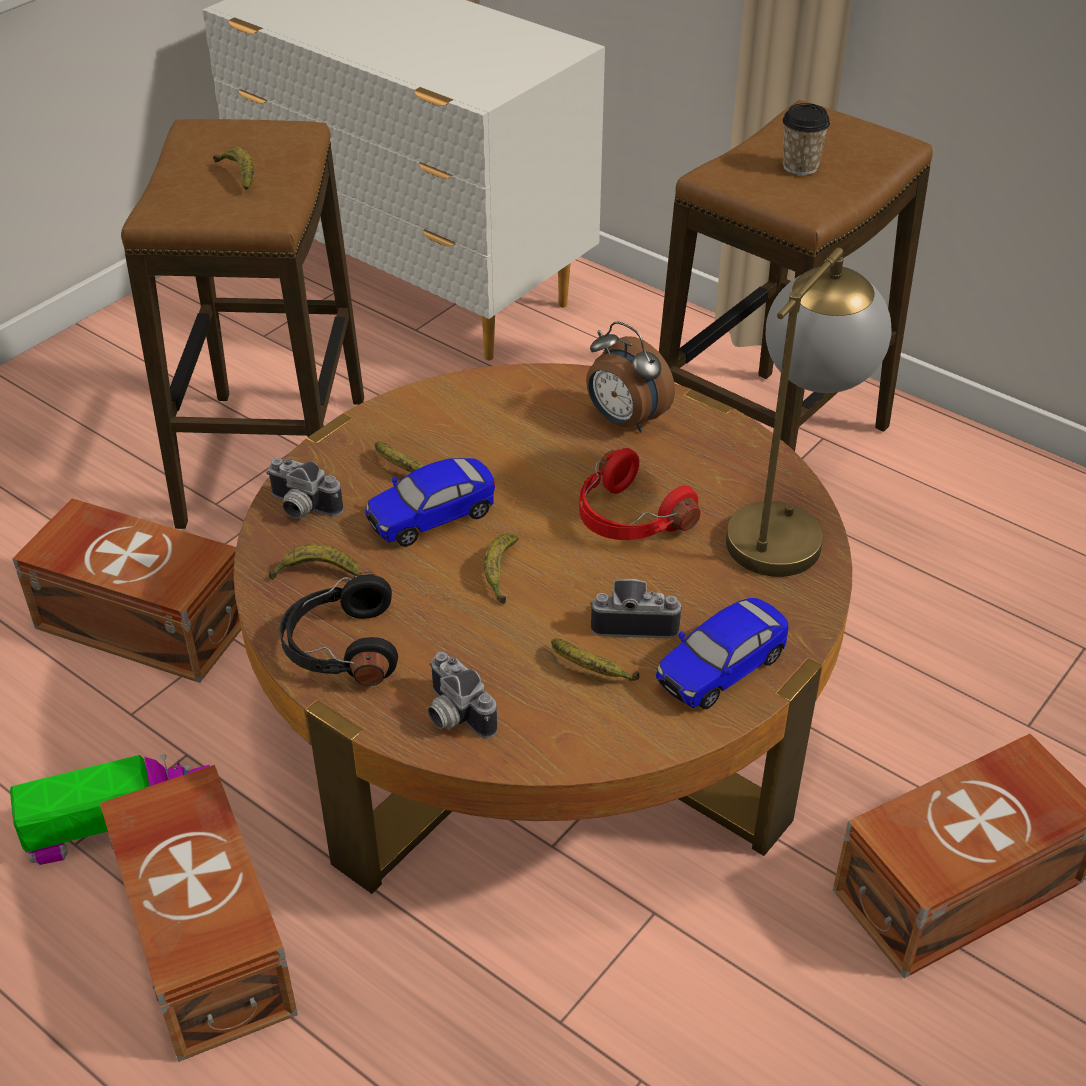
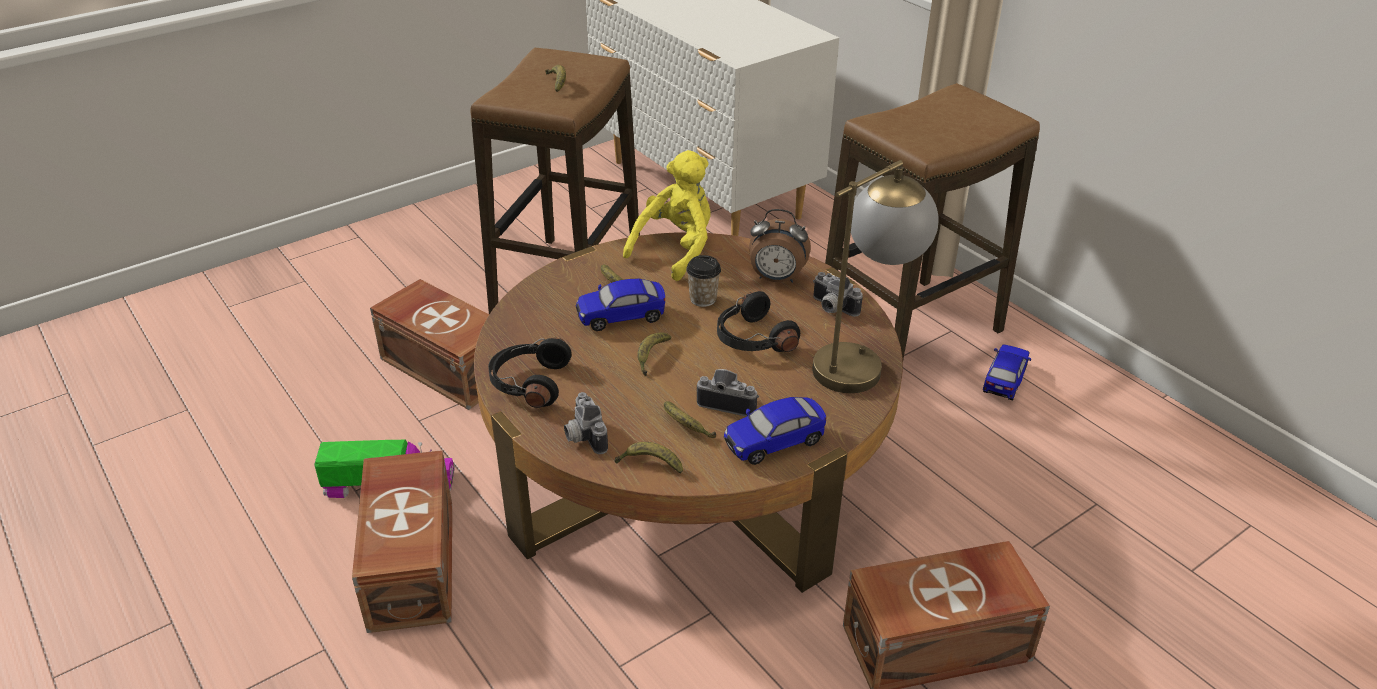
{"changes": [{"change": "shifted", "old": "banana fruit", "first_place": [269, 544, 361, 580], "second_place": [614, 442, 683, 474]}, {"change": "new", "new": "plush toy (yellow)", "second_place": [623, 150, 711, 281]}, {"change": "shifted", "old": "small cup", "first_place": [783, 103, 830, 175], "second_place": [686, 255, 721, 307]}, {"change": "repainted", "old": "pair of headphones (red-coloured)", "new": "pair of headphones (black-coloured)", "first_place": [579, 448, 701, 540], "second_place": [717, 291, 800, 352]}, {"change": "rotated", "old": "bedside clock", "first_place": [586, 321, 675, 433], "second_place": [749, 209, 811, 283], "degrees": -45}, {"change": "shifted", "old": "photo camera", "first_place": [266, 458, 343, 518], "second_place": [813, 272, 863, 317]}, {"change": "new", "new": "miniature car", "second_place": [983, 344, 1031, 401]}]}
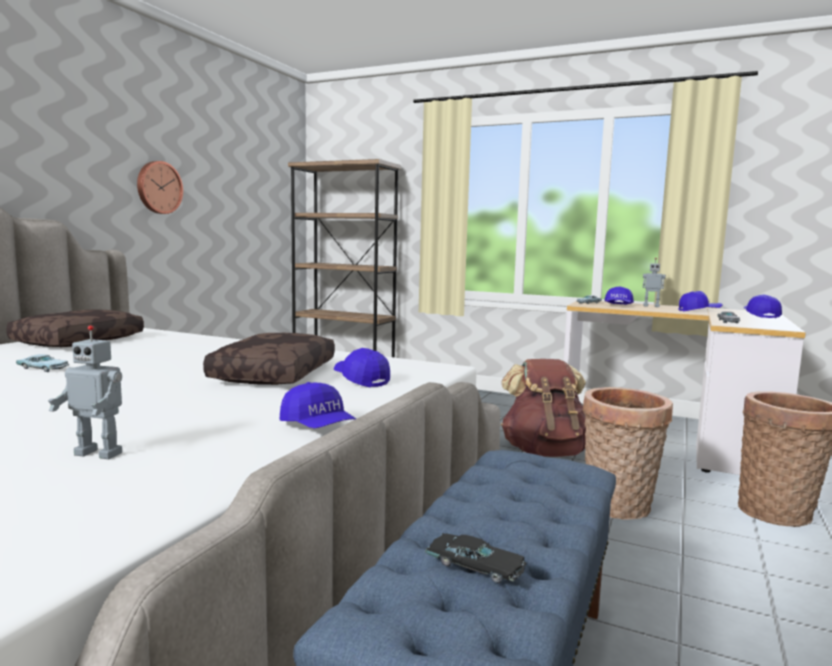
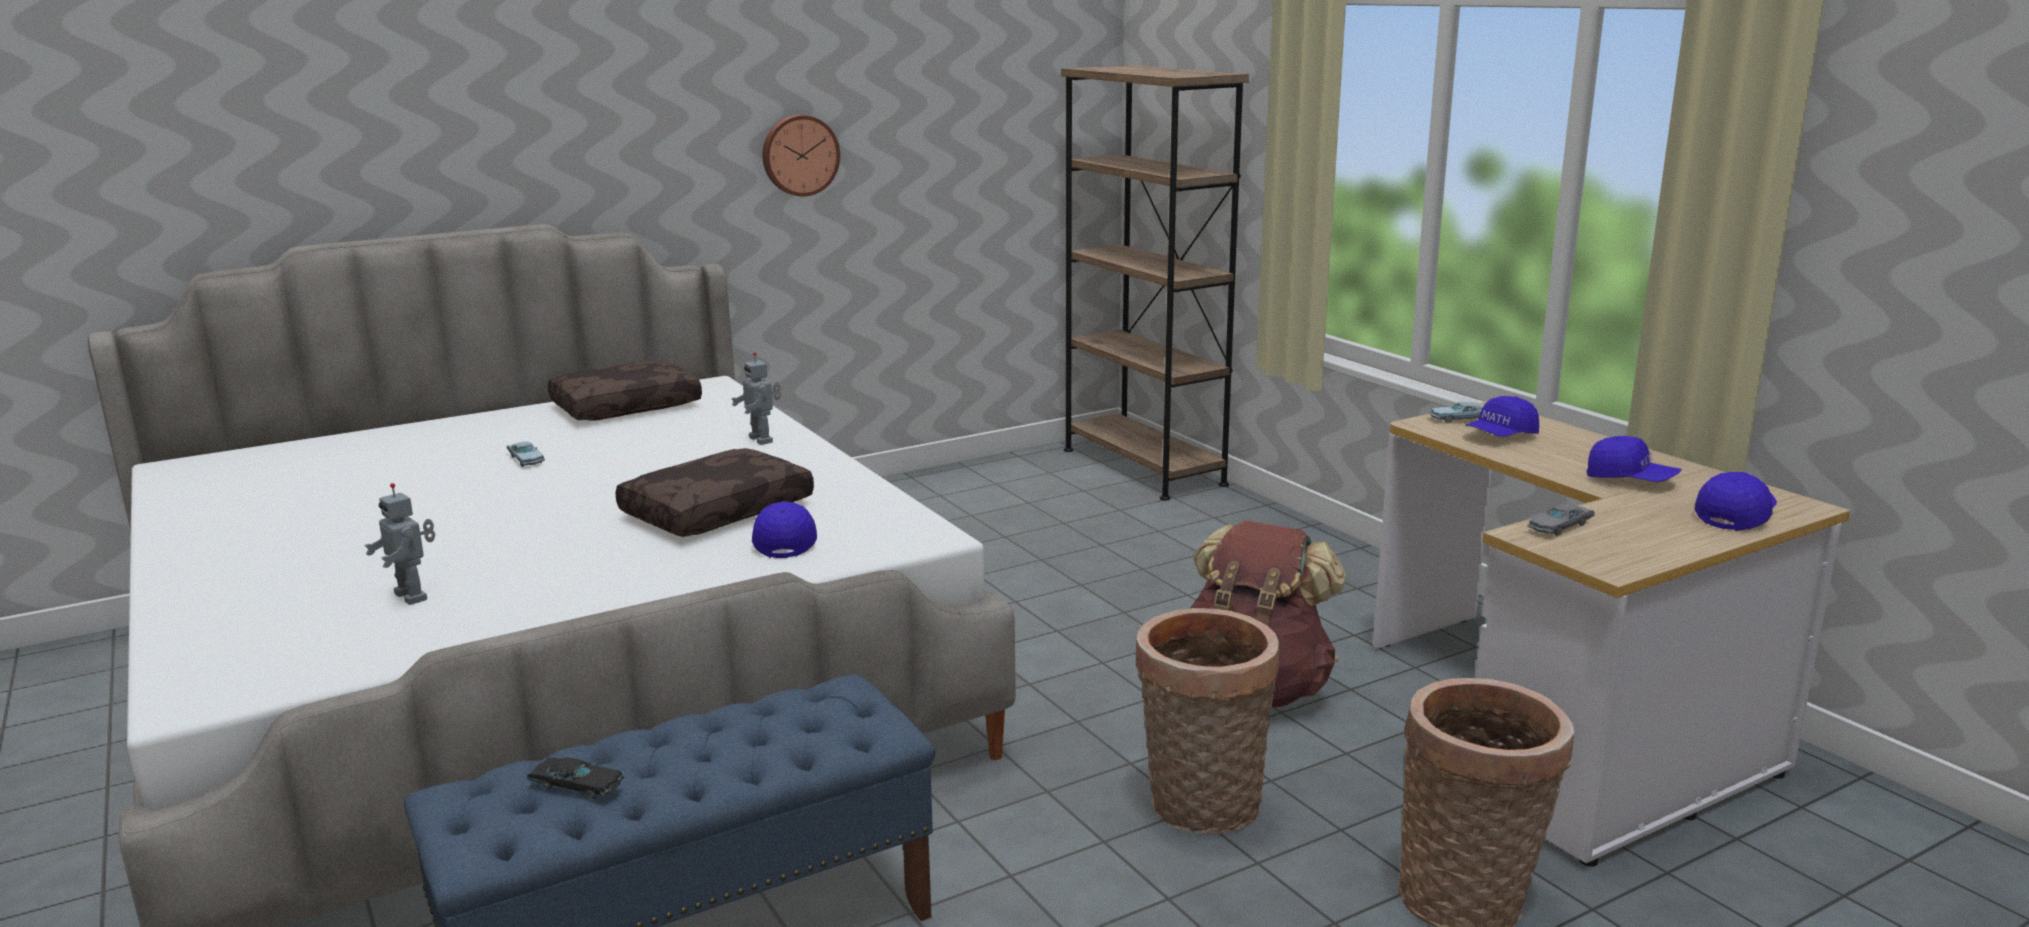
{"changes": [{"change": "rotated", "old": "miniature car (black-coloured)", "first_place": [425, 533, 526, 583], "second_place": [527, 757, 624, 799], "degrees": -45}, {"change": "shifted", "old": "robot figure", "first_place": [643, 258, 666, 307], "second_place": [731, 352, 781, 445]}, {"change": "gone", "old": "cap (blue-coloured)", "first_place": [279, 382, 356, 428]}]}
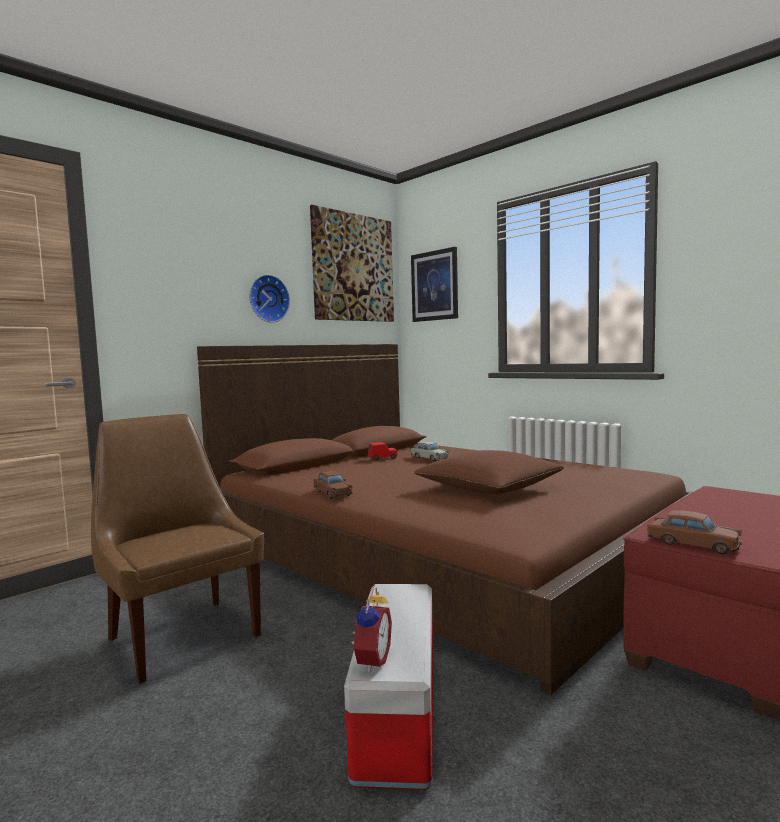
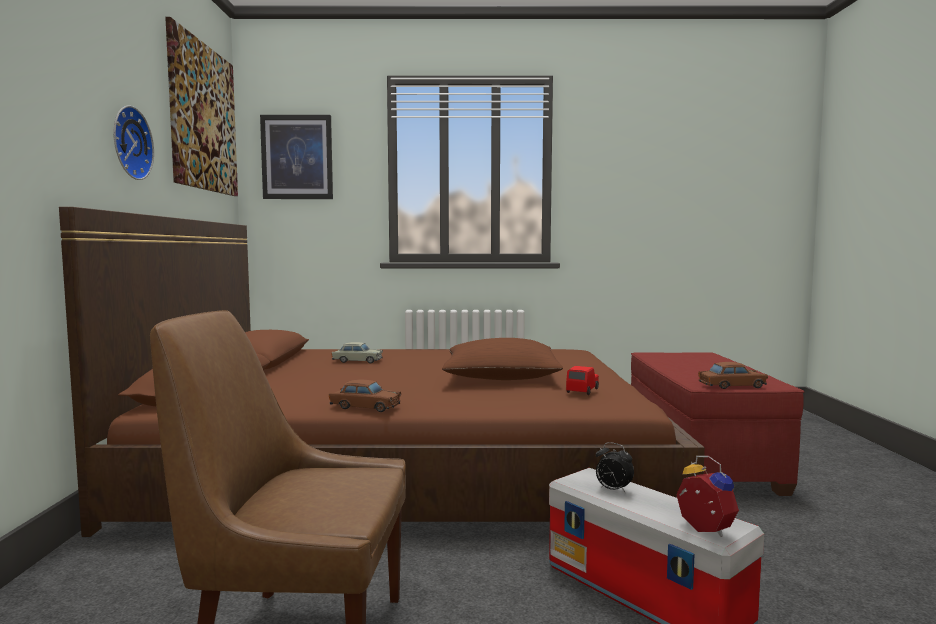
{"changes": [{"change": "shifted", "old": "miniature car (red-coloured)", "first_place": [368, 442, 398, 461], "second_place": [566, 366, 599, 395]}, {"change": "new", "new": "bedside clock", "second_place": [596, 442, 634, 492]}]}
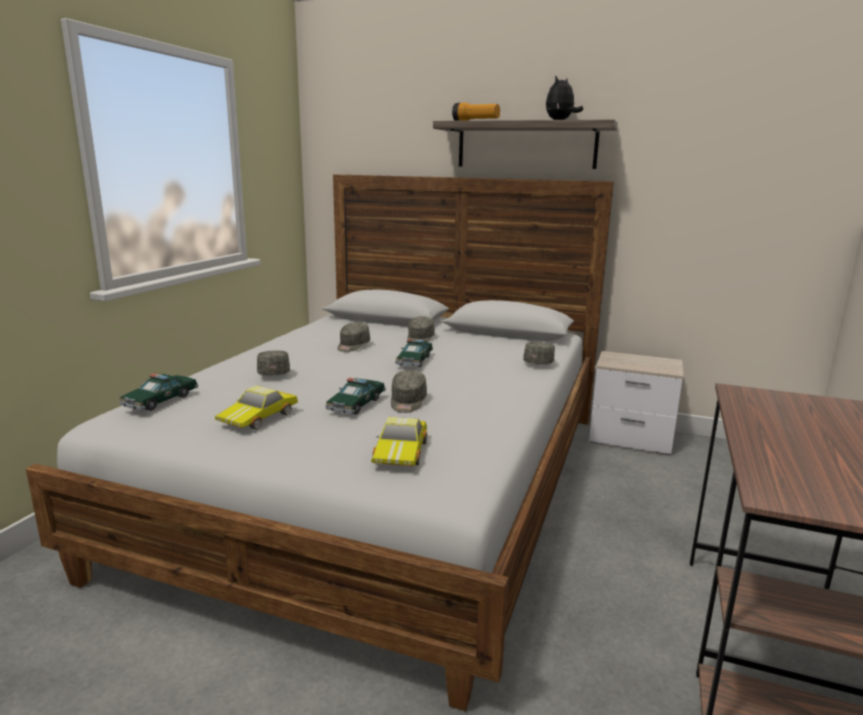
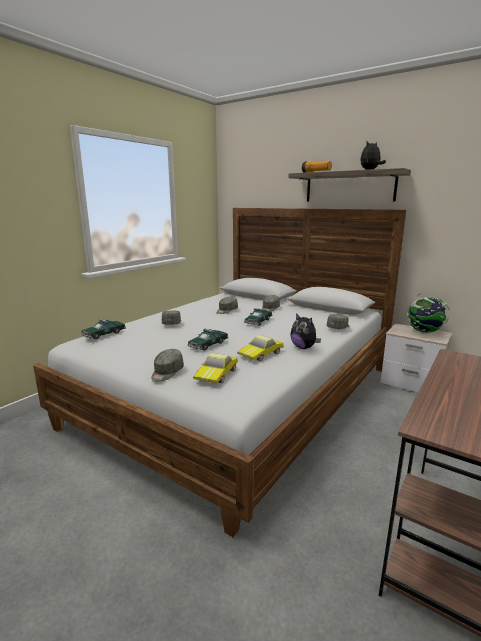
{"changes": [{"change": "shifted", "old": "cap (gray)", "first_place": [391, 370, 427, 413], "second_place": [151, 349, 184, 382]}, {"change": "shifted", "old": "miniature car", "first_place": [215, 385, 298, 430], "second_place": [237, 335, 284, 361]}, {"change": "new", "new": "plush toy", "second_place": [290, 313, 321, 349]}, {"change": "new", "new": "world globe", "second_place": [407, 293, 449, 333]}]}
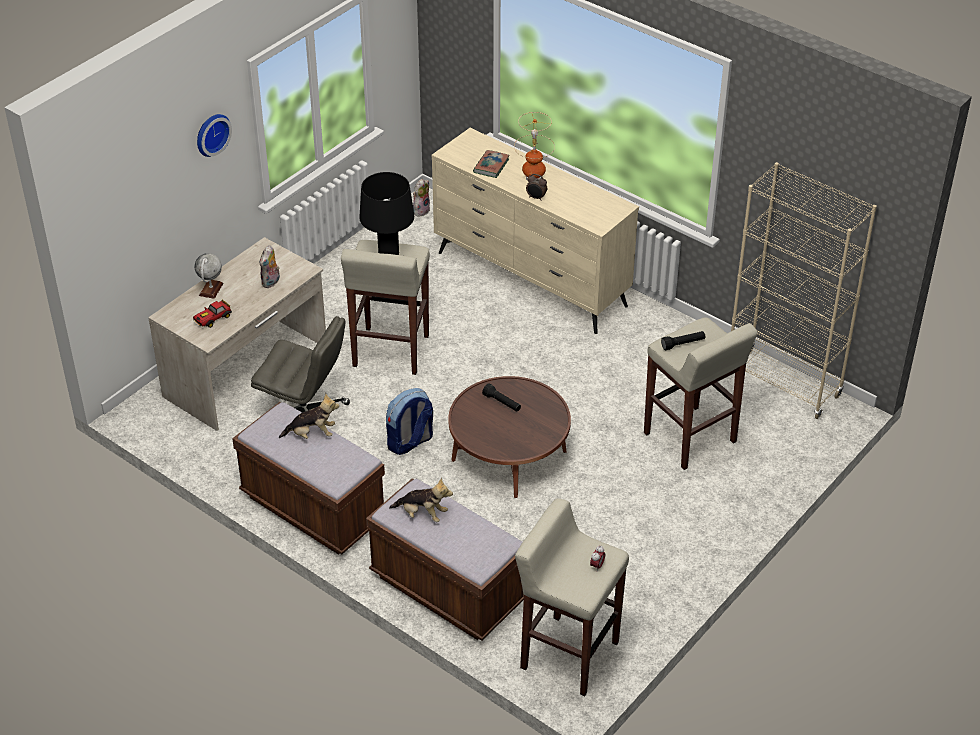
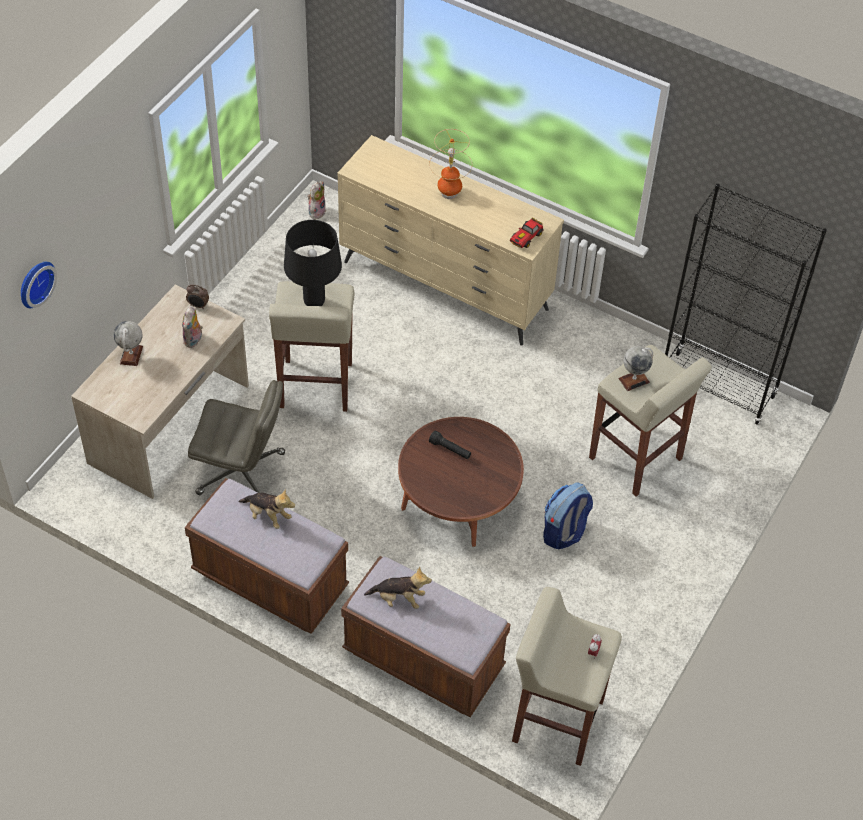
{"changes": [{"change": "shifted", "old": "hanging clock", "first_place": [197, 114, 232, 157], "second_place": [21, 262, 57, 308]}, {"change": "shifted", "old": "bedside clock", "first_place": [526, 174, 547, 200], "second_place": [186, 284, 209, 309]}, {"change": "rotated", "old": "plush toy", "first_place": [279, 393, 339, 439], "second_place": [238, 489, 295, 529], "degrees": 45}, {"change": "shifted", "old": "miniature car", "first_place": [193, 299, 232, 328], "second_place": [510, 217, 544, 248]}, {"change": "shifted", "old": "knapsack", "first_place": [386, 388, 433, 455], "second_place": [543, 482, 593, 550]}, {"change": "swapped", "old": "flashlight (black-coloured)", "new": "world globe", "first_place": [661, 331, 705, 351], "second_place": [618, 346, 653, 391]}, {"change": "repainted", "old": "shelving unit (sand-coloured)", "new": "shelving unit (black-coloured)", "first_place": [731, 162, 877, 419], "second_place": [665, 184, 827, 425]}, {"change": "gone", "old": "volume", "first_place": [473, 150, 510, 178]}]}
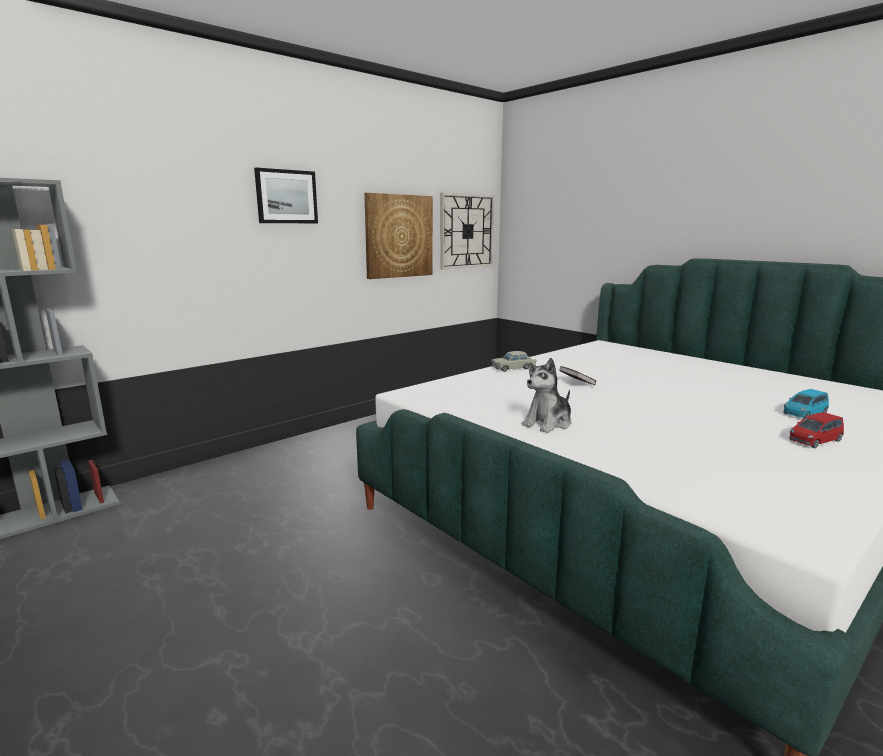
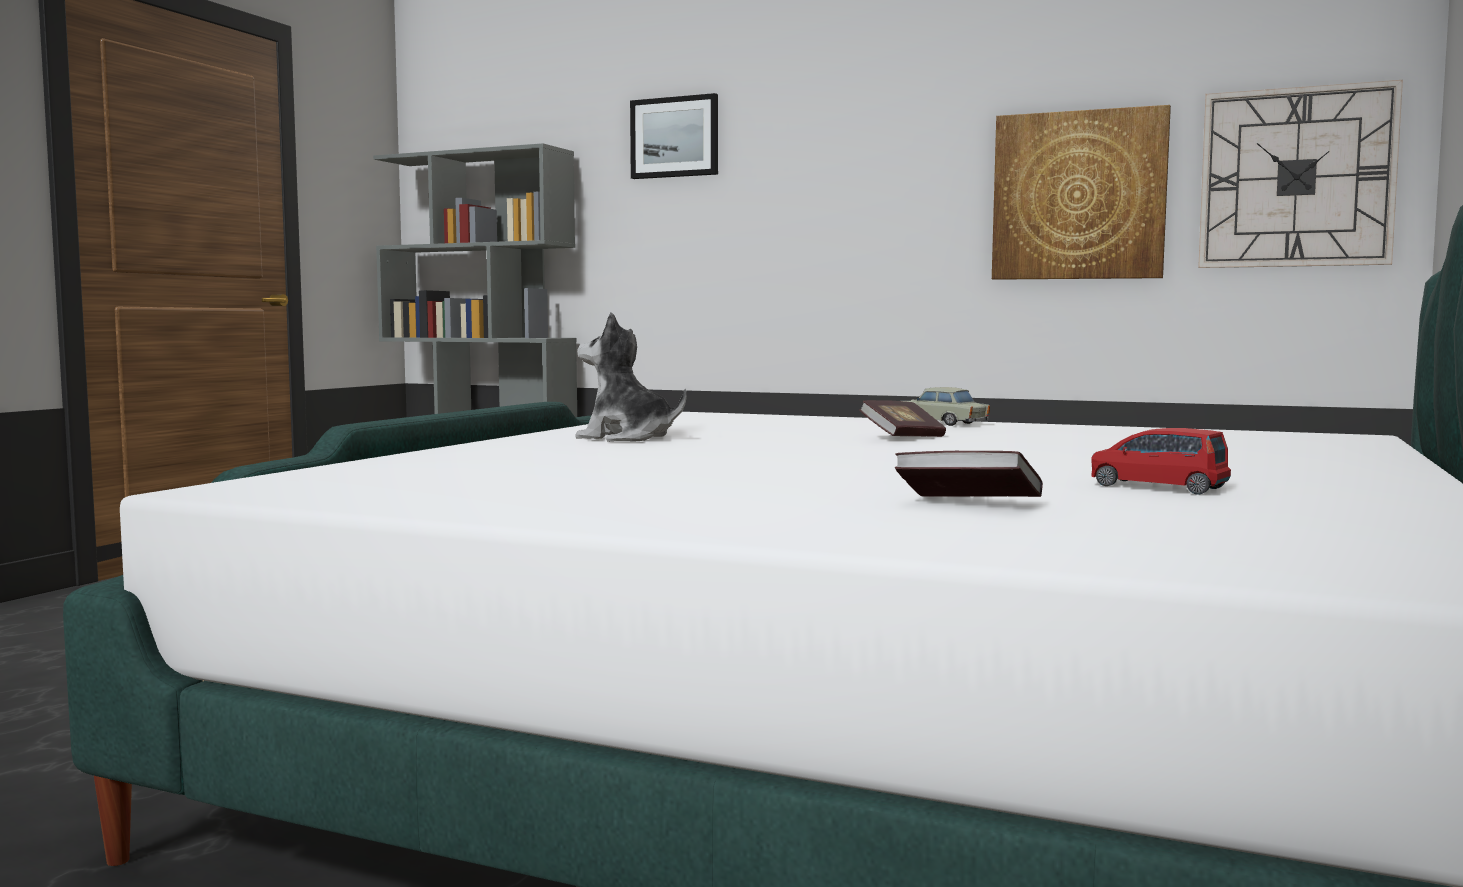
{"changes": [{"change": "shifted", "old": "wall picture", "first_place": [254, 168, 318, 223], "second_place": [630, 93, 718, 179]}, {"change": "swapped", "old": "miniature car (blue-coloured)", "new": "volume", "first_place": [784, 389, 829, 419], "second_place": [895, 451, 1043, 497]}, {"change": "shifted", "old": "miniature car (red-coloured)", "first_place": [790, 412, 844, 448], "second_place": [1091, 428, 1231, 495]}]}
